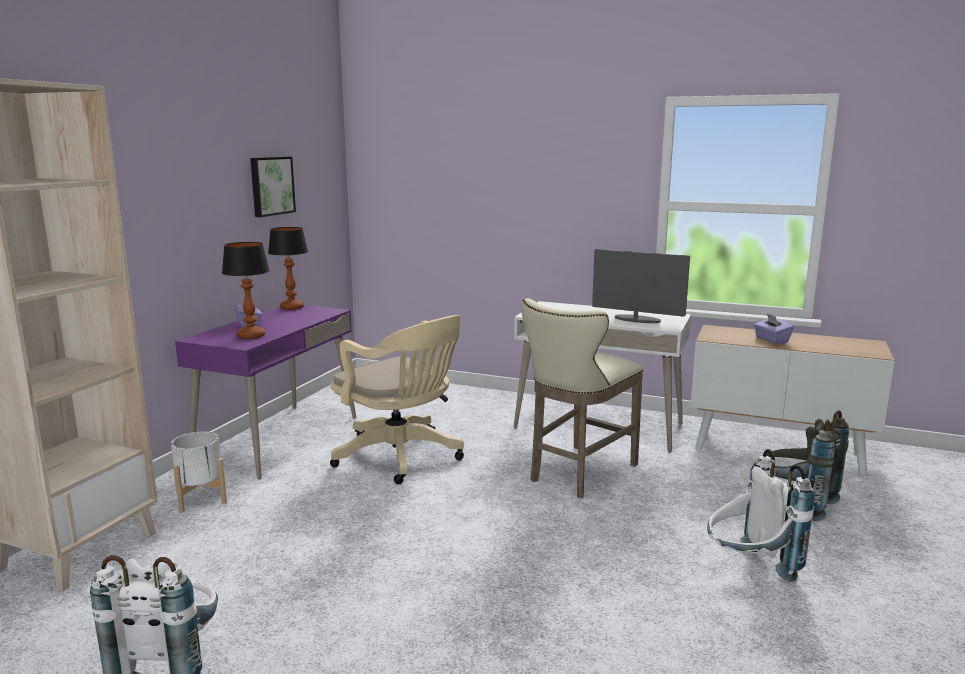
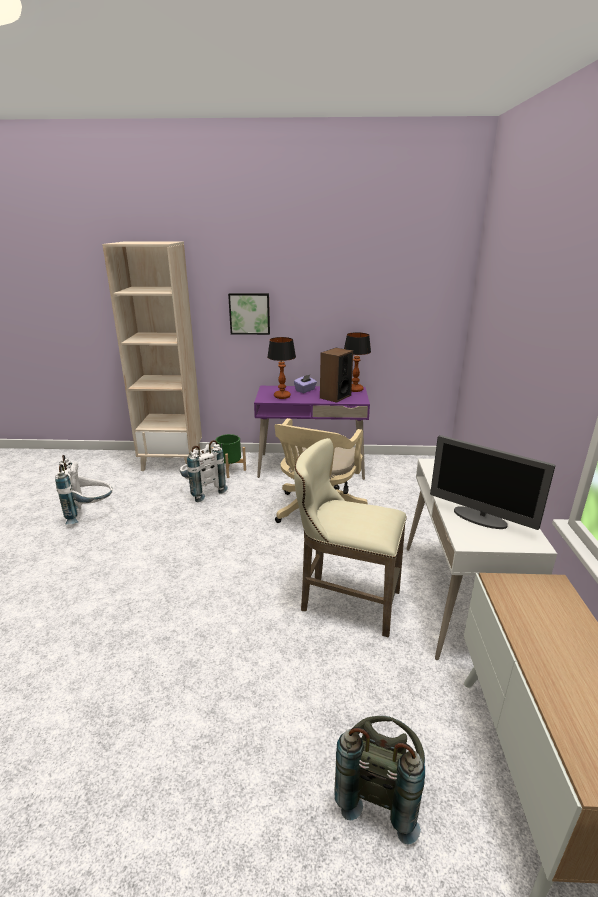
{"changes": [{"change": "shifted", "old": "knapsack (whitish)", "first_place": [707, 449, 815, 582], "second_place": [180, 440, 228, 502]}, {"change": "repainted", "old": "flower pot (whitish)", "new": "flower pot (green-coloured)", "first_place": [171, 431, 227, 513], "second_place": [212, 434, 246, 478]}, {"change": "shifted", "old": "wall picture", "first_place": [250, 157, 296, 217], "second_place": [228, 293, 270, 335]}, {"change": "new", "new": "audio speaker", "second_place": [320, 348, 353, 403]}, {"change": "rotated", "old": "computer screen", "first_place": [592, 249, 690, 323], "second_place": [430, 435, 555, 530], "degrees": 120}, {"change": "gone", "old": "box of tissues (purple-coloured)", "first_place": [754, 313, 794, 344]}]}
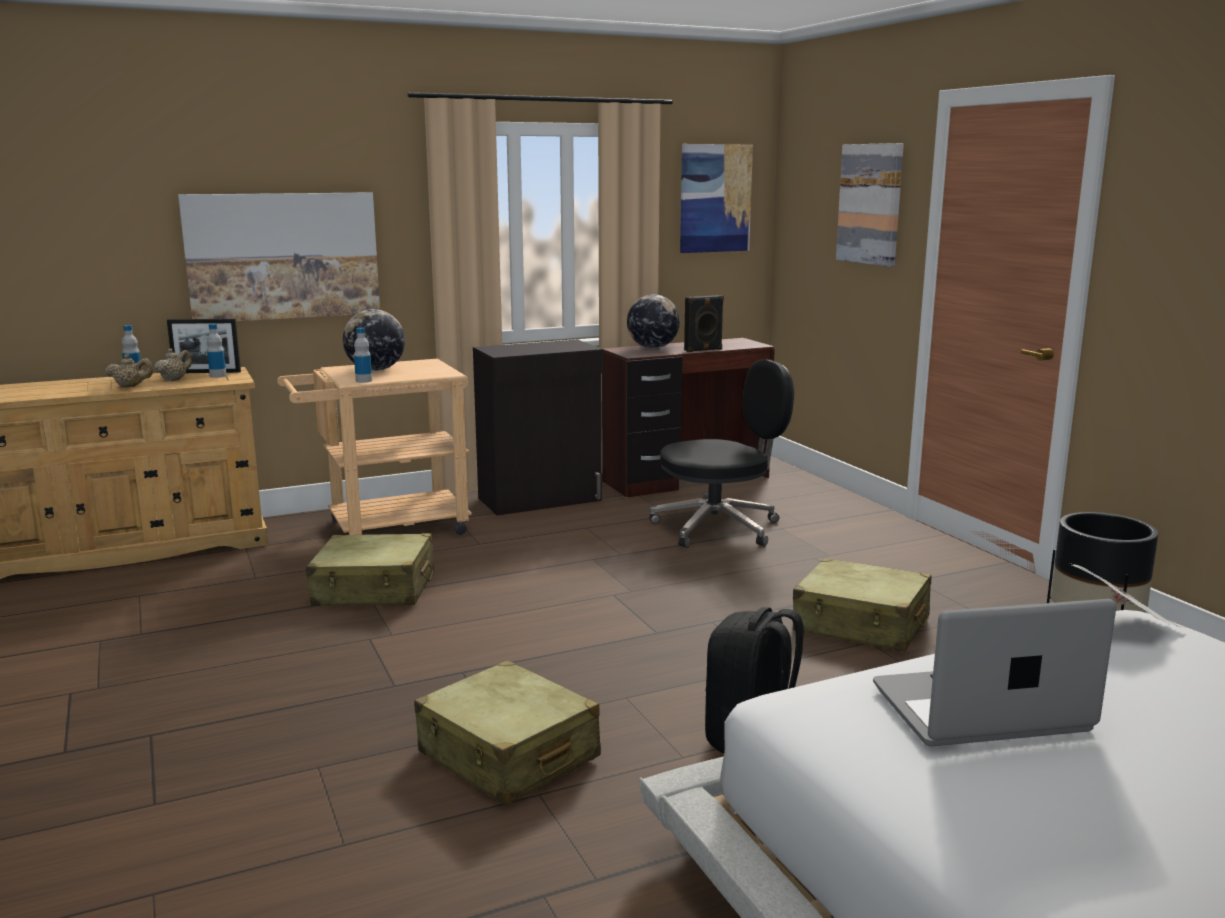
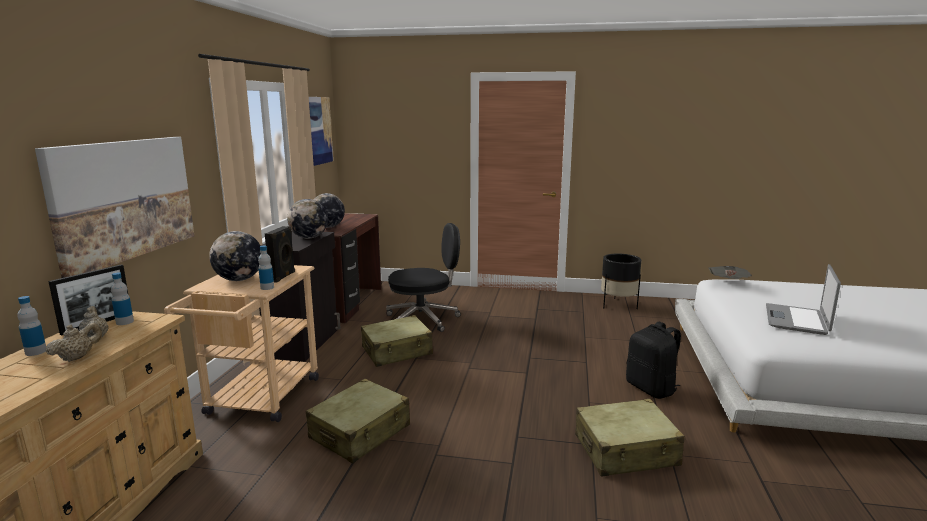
{"changes": [{"change": "shifted", "old": "audio speaker (black-coloured)", "first_place": [684, 295, 724, 352], "second_place": [265, 226, 295, 283]}, {"change": "new", "new": "world globe", "second_place": [287, 199, 328, 239]}, {"change": "shifted", "old": "piece of luggage (sand-coloured)", "first_place": [793, 558, 931, 652], "second_place": [361, 315, 433, 367]}, {"change": "rotated", "old": "desk chair (black-coloured)", "first_place": [649, 359, 794, 548], "second_place": [386, 223, 461, 332], "degrees": 60}, {"change": "gone", "old": "wall picture", "first_place": [836, 143, 904, 267]}]}
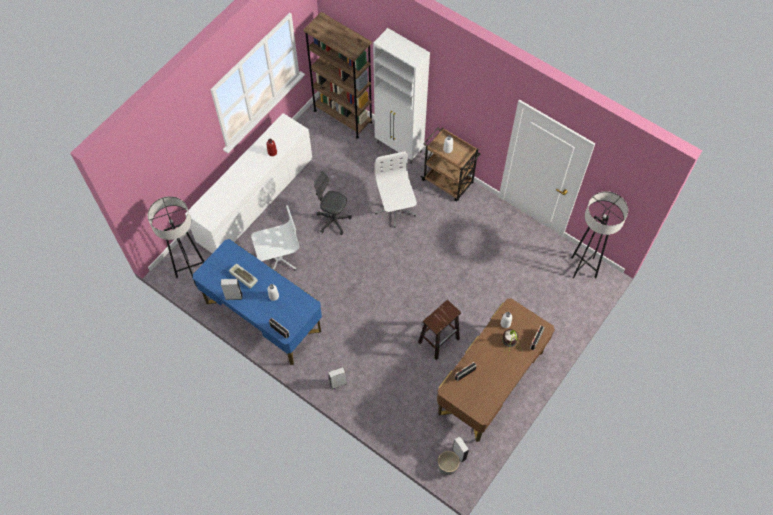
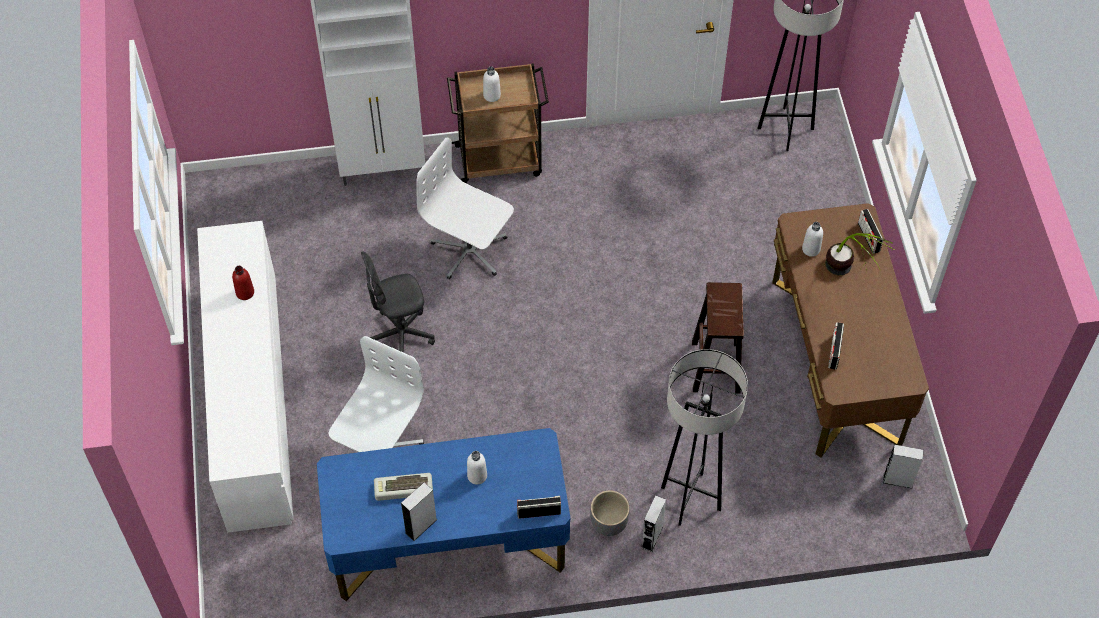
{"changes": [{"change": "shifted", "old": "flower pot (gray)", "first_place": [438, 451, 460, 475], "second_place": [590, 491, 630, 536]}, {"change": "shifted", "old": "standard lamp (gray)", "first_place": [148, 196, 205, 285], "second_place": [661, 349, 748, 526]}, {"change": "gone", "old": "shelving unit (brown)", "first_place": [303, 12, 373, 139]}]}
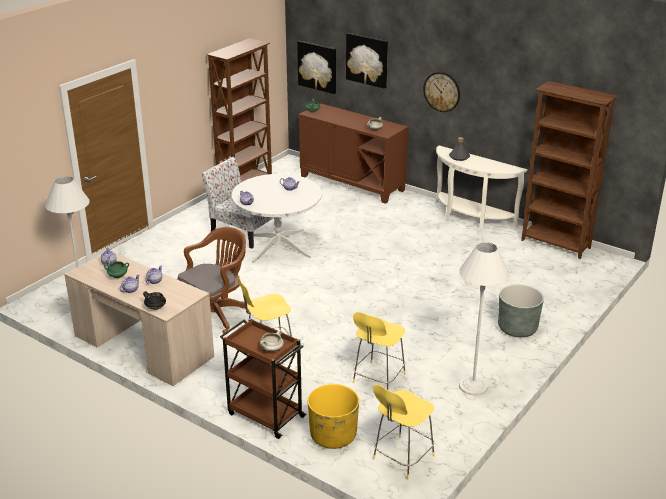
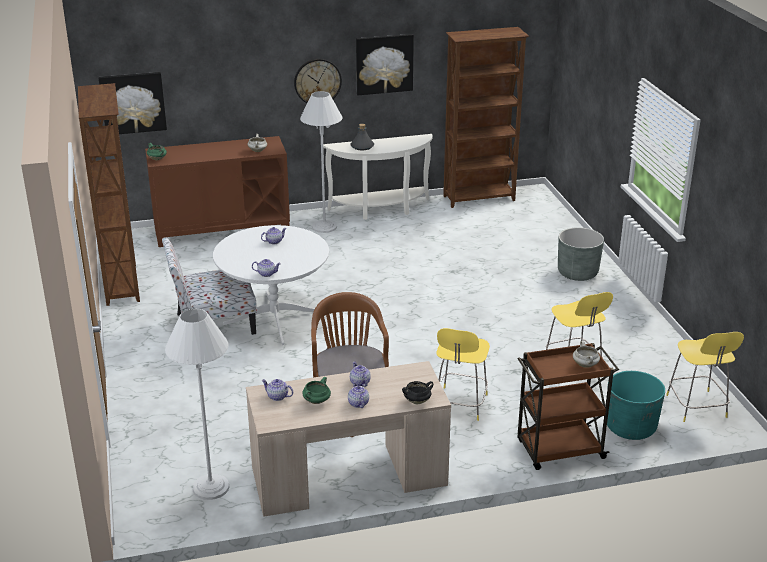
{"changes": [{"change": "shifted", "old": "standard lamp (whitish)", "first_place": [459, 242, 509, 395], "second_place": [300, 91, 342, 233]}, {"change": "shifted", "old": "wall picture", "first_place": [346, 33, 388, 89], "second_place": [356, 34, 414, 95]}, {"change": "repainted", "old": "flower pot (yellow)", "new": "flower pot (blue-green)", "first_place": [308, 384, 359, 449], "second_place": [607, 371, 665, 440]}]}
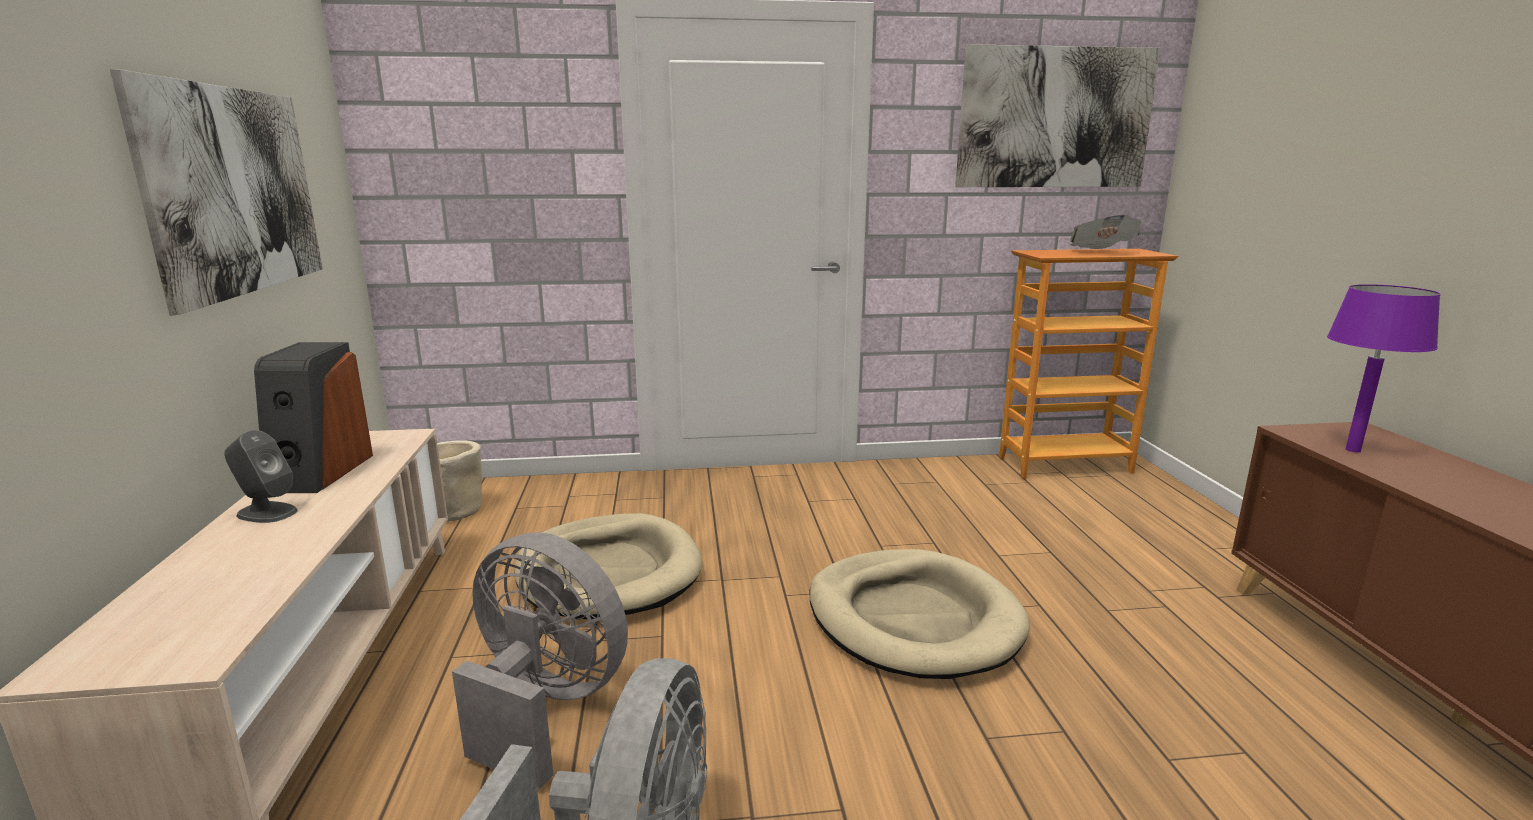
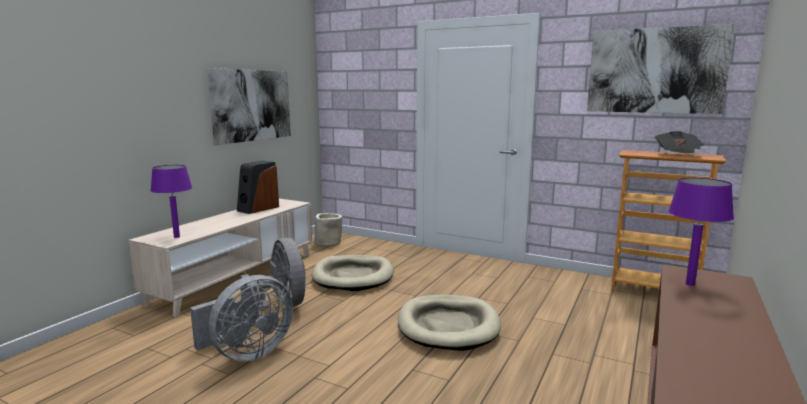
{"changes": [{"change": "new", "new": "table lamp (purple-coloured)", "second_place": [151, 165, 192, 238]}, {"change": "gone", "old": "audio speaker (gray)", "first_place": [224, 430, 298, 523]}]}
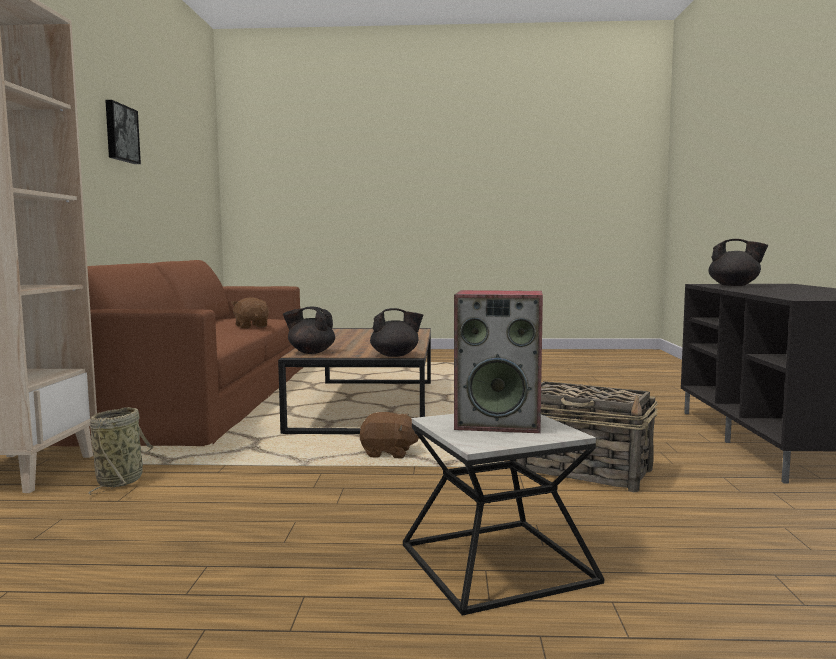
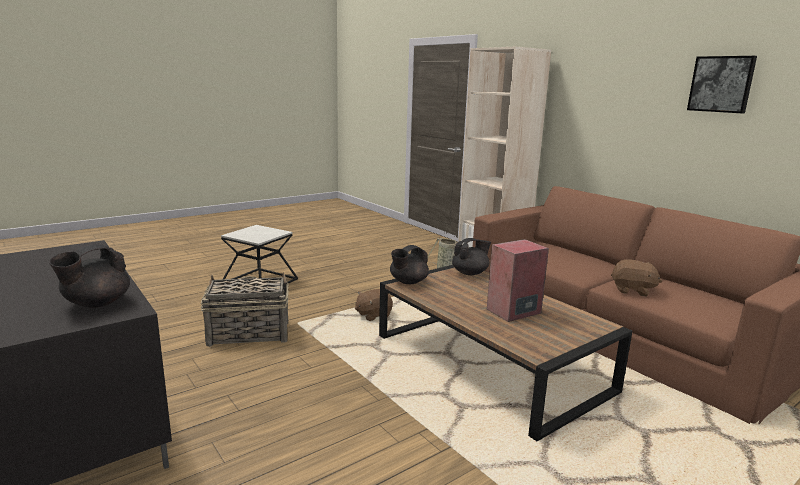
{"changes": [{"change": "rotated", "old": "teapot (black-coloured)", "first_place": [708, 239, 768, 286], "second_place": [49, 244, 130, 308], "degrees": -45}, {"change": "shifted", "old": "audio speaker", "first_place": [454, 290, 543, 433], "second_place": [487, 239, 549, 322]}]}
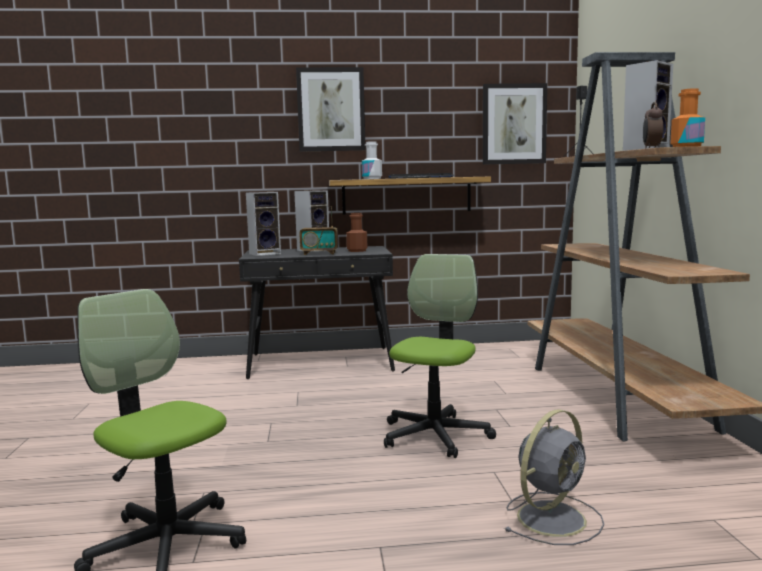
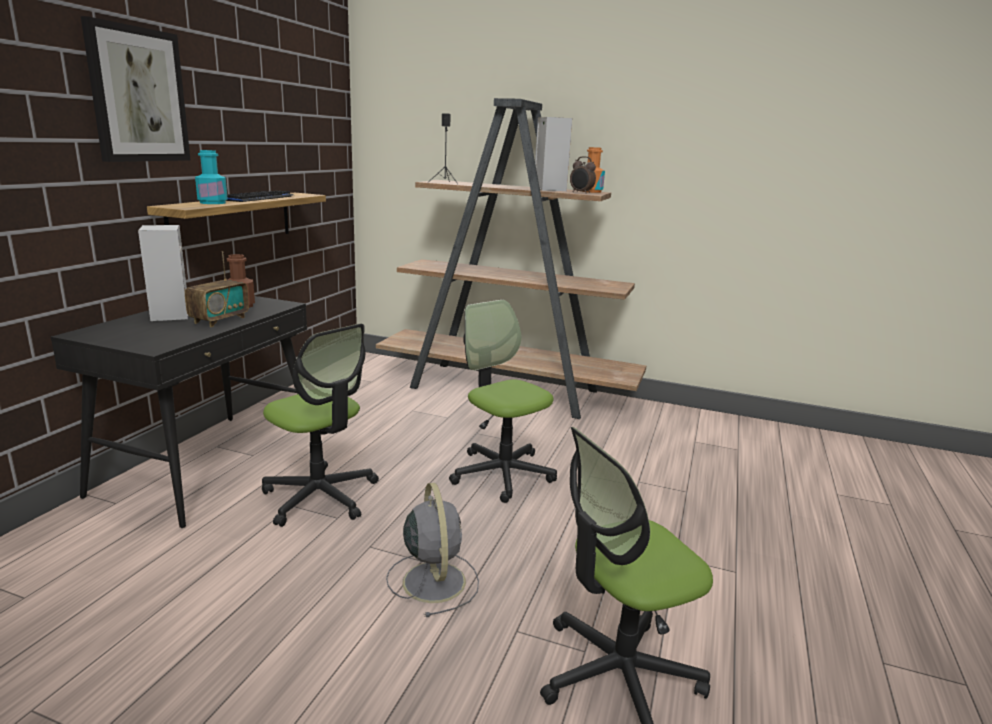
{"changes": [{"change": "repainted", "old": "drink bottle (whitish)", "new": "drink bottle (blue-green)", "first_place": [362, 141, 382, 179], "second_place": [195, 150, 228, 204]}, {"change": "new", "new": "desk chair", "second_place": [262, 324, 379, 527]}, {"change": "shifted", "old": "electric fan (gray)", "first_place": [504, 409, 604, 545], "second_place": [386, 483, 479, 617]}, {"change": "gone", "old": "audio speaker", "first_place": [246, 192, 281, 256]}, {"change": "gone", "old": "wall picture", "first_place": [483, 83, 547, 165]}]}
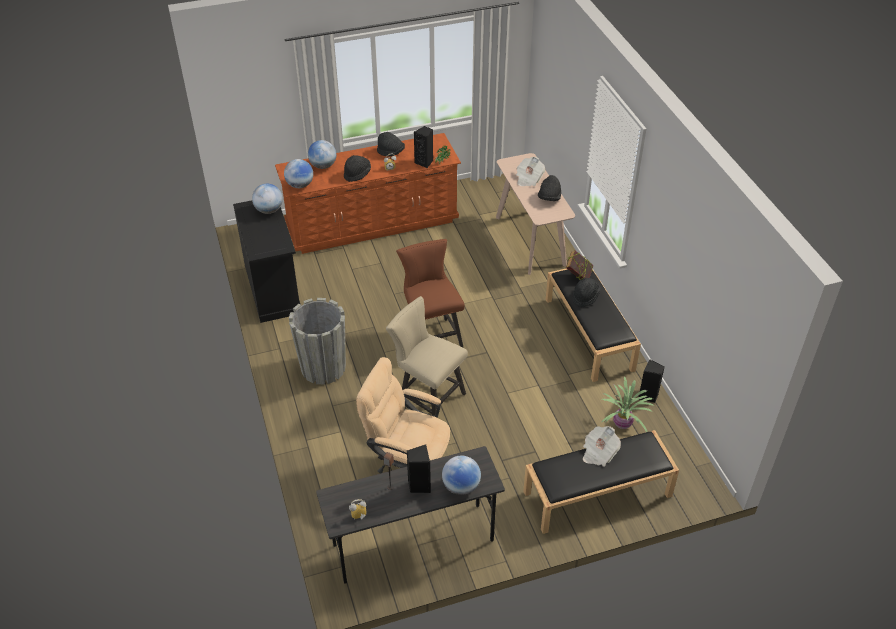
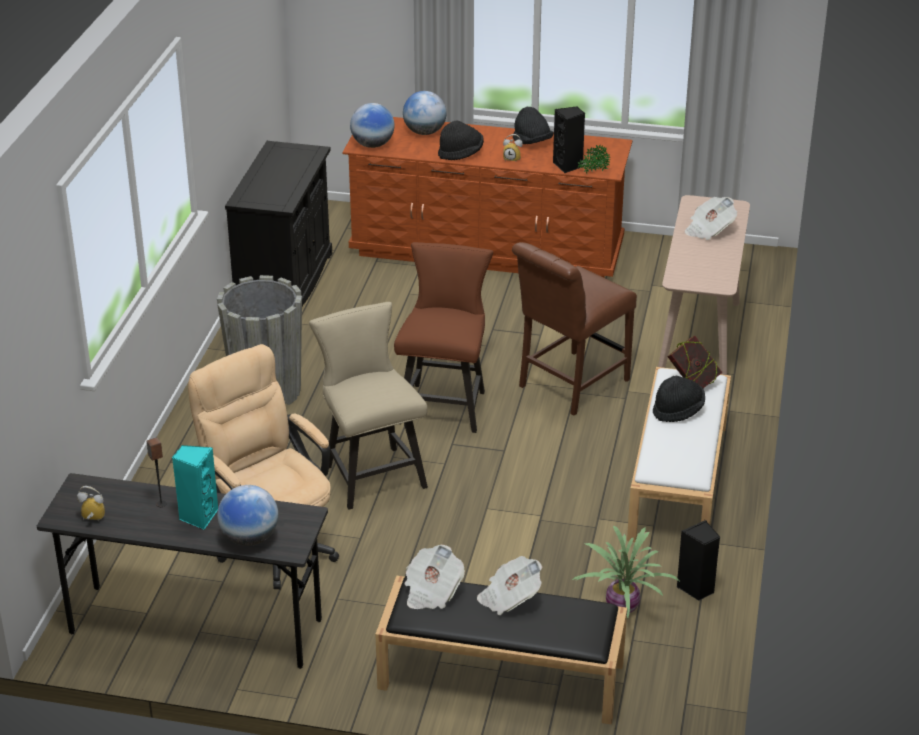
{"changes": [{"change": "repainted", "old": "audio speaker (black-coloured)", "new": "audio speaker (blue-green)", "first_place": [407, 444, 431, 493], "second_place": [172, 445, 218, 530]}, {"change": "new", "new": "newspaper", "second_place": [405, 545, 465, 609]}, {"change": "new", "new": "chair (brown)", "second_place": [512, 242, 637, 416]}, {"change": "repainted", "old": "long seat (black-coloured)", "new": "long seat (whitish)", "first_place": [546, 268, 641, 382], "second_place": [627, 367, 731, 542]}, {"change": "gone", "old": "world globe", "first_place": [252, 184, 283, 214]}, {"change": "gone", "old": "wearable hat (black-coloured)", "first_place": [538, 175, 561, 201]}]}
